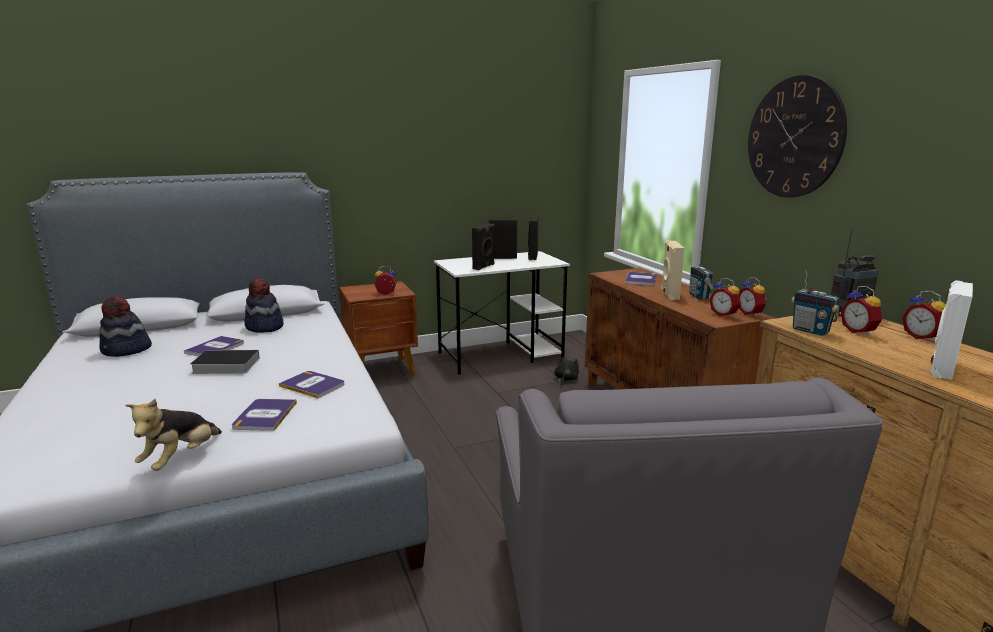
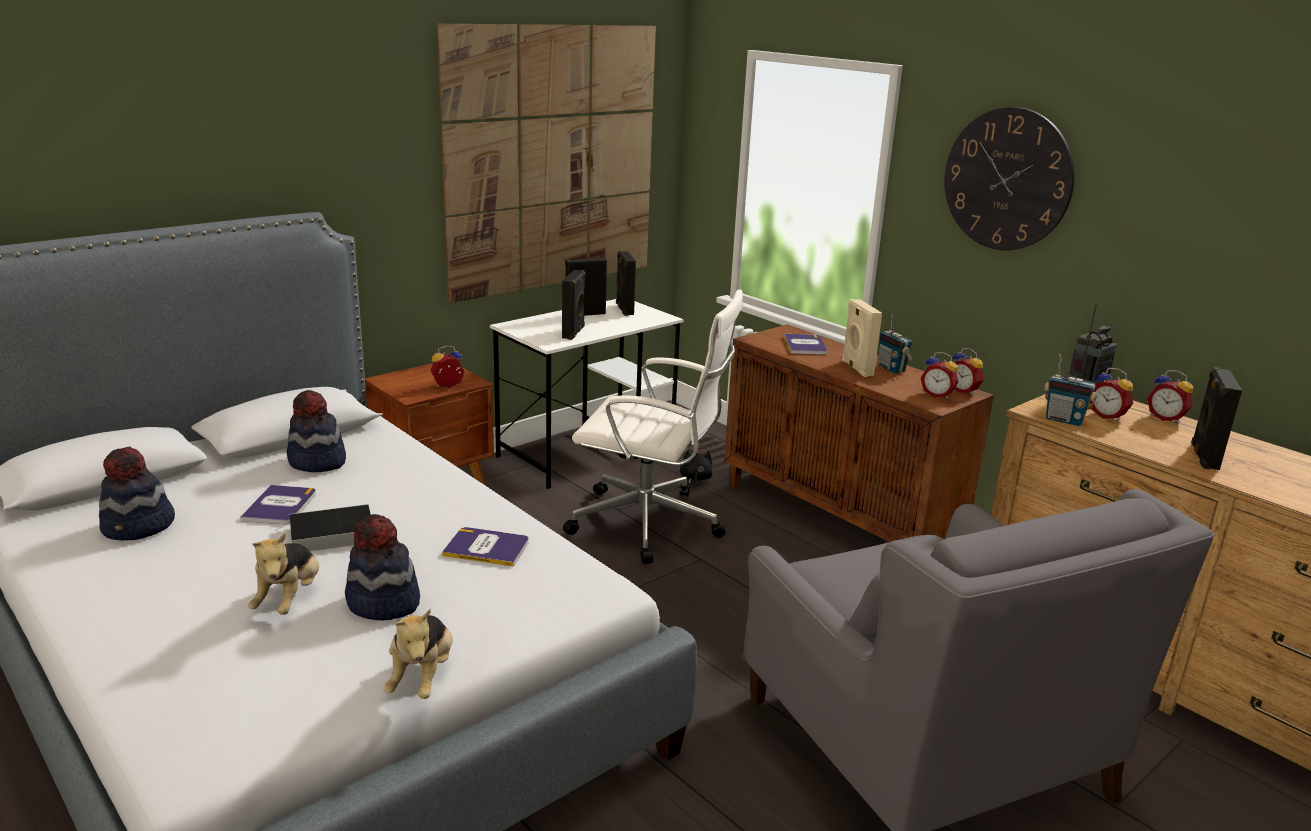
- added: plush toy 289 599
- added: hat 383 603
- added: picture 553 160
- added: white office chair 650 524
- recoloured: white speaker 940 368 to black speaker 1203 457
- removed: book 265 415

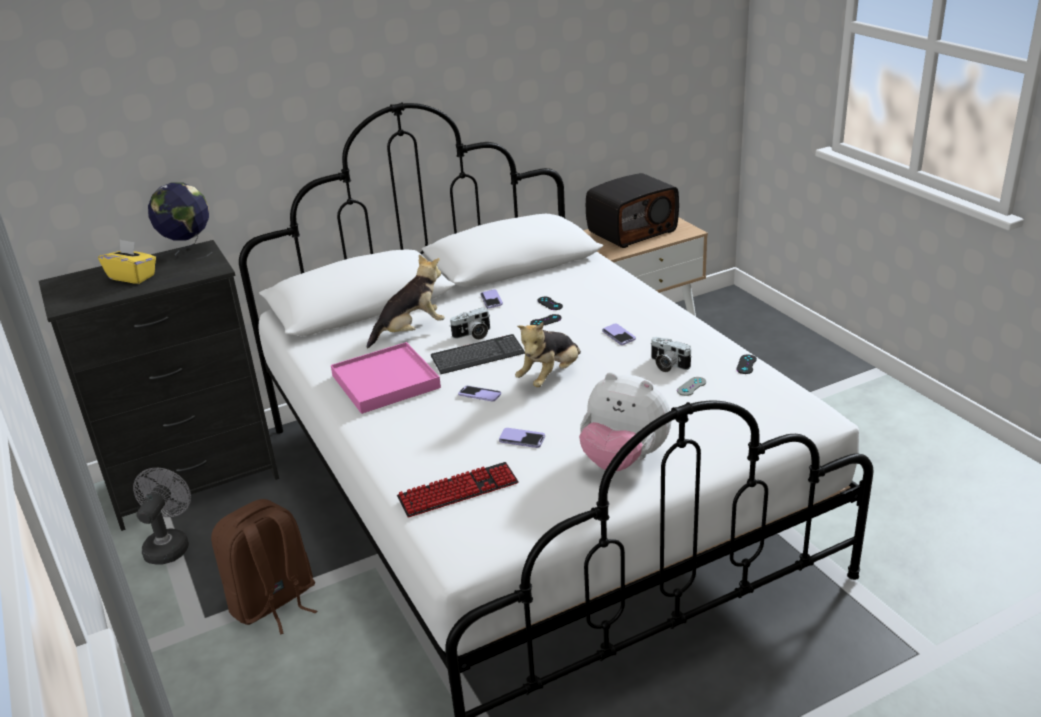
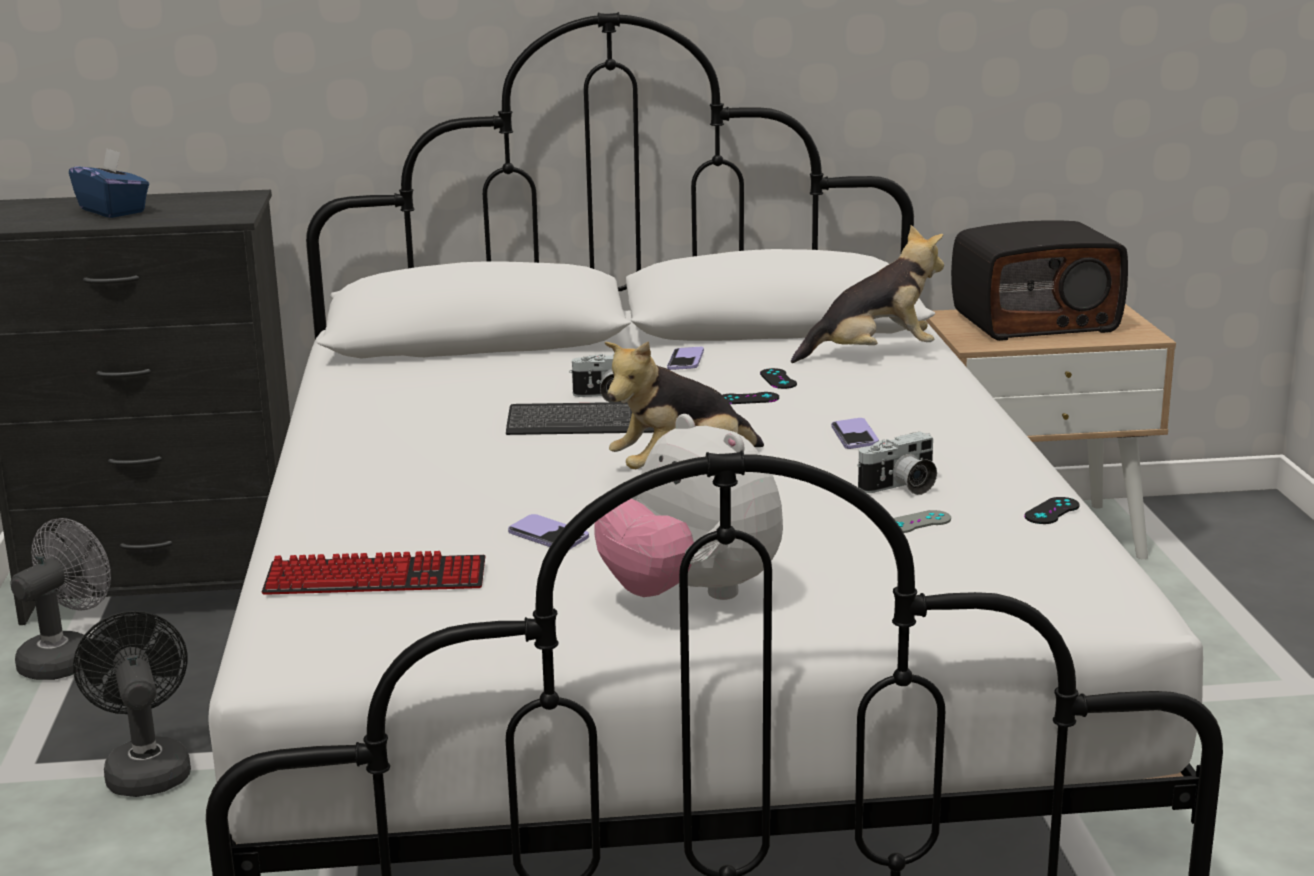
- recoloured: yellow tissue box 133 277 to blue tissue box 113 211
- replaced: brown backpack 273 602 to black fan 146 769
- moved: plush toy 411 331 to 873 355
- turned: photo camera 667 365 = 901 488 90 degrees counterclockwise
- removed: globe 188 252
- removed: pink tray 385 382
- removed: phone 479 395

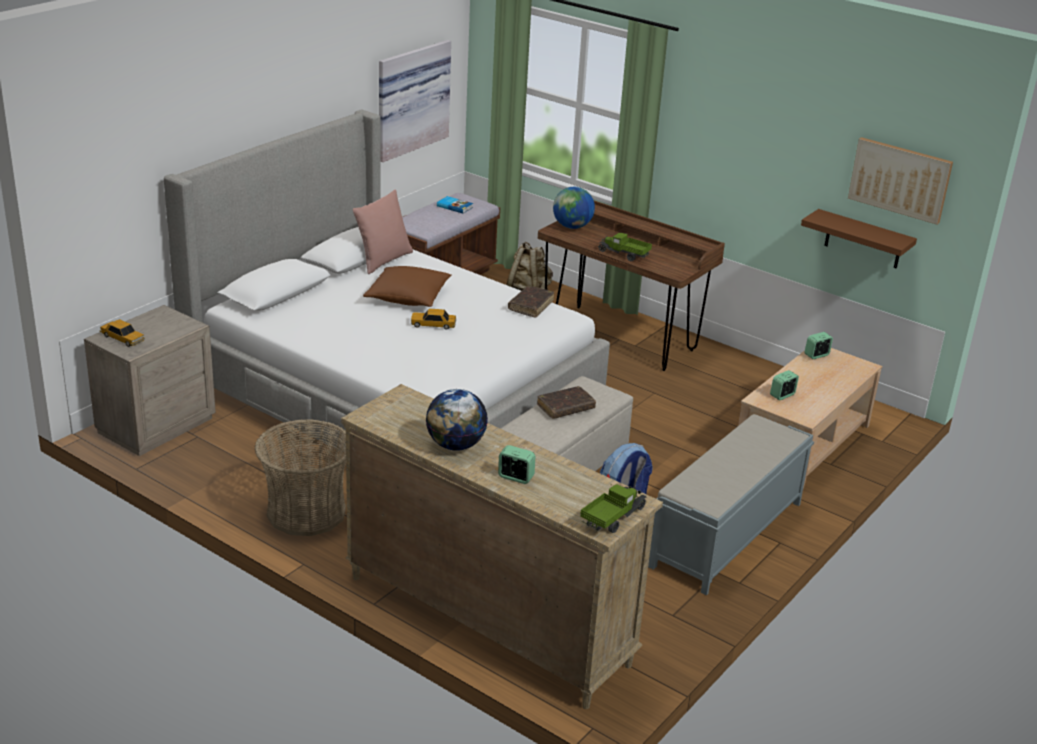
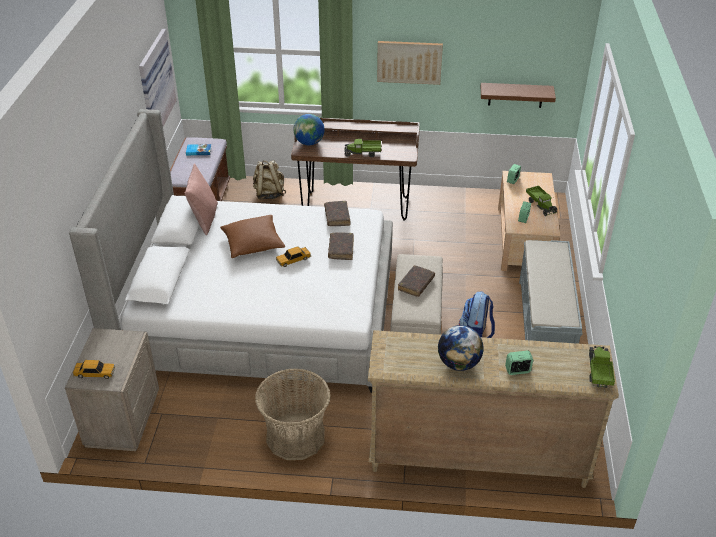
- added: brown book 341 249
- moved: picture 900 179 to 409 62
- added: toy truck 541 205

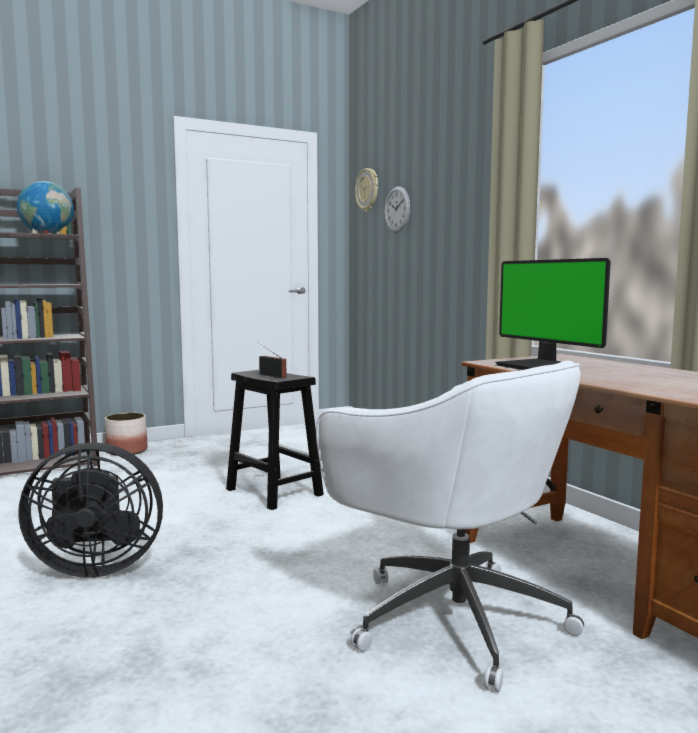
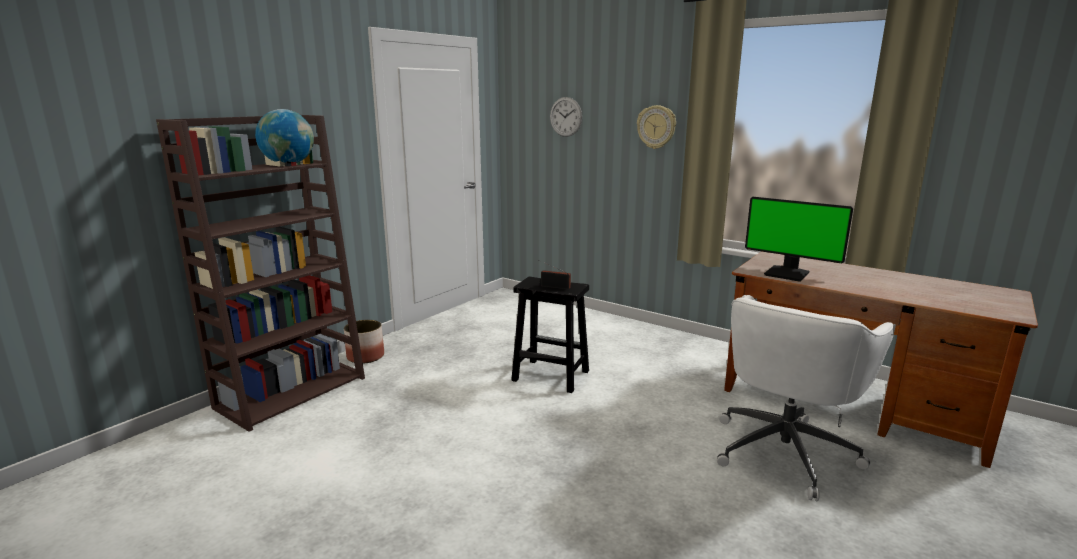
- moved: wall clock 367 190 to 656 127
- turned: white office chair 451 617 = 785 450 105 degrees clockwise
- removed: black fan 95 567

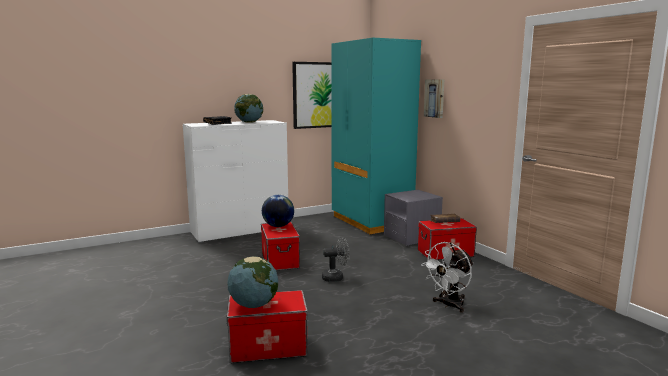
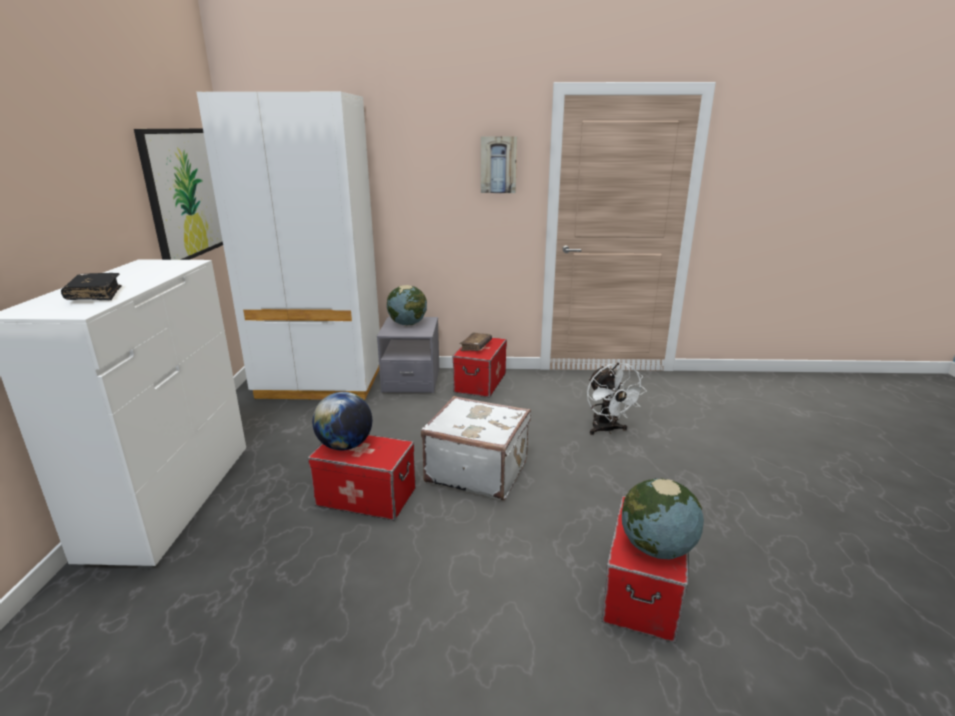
- recoloured: turquoise wardrobe 371 221 to white wardrobe 320 383
- moved: globe 249 122 to 408 324
- replaced: grey fan 336 277 to white suitcase 477 470
- moved: picture 435 98 to 498 165

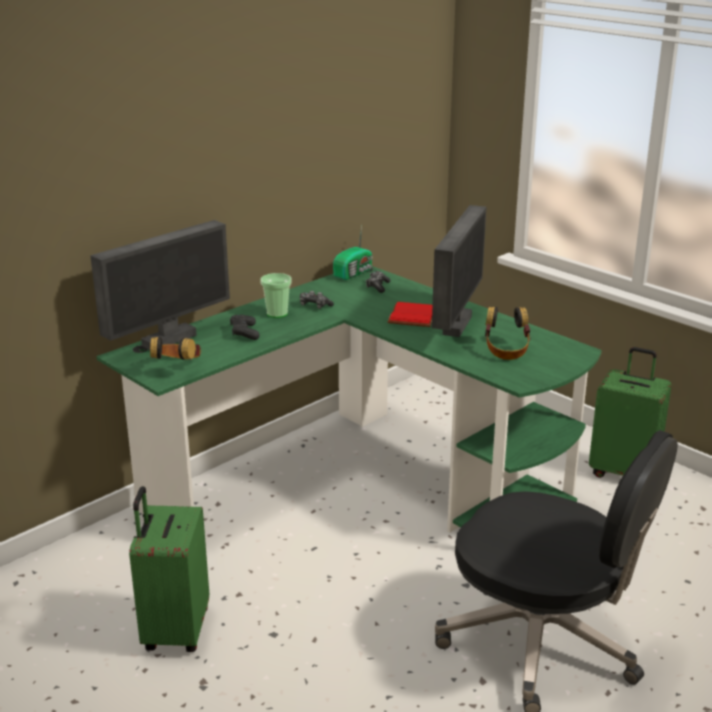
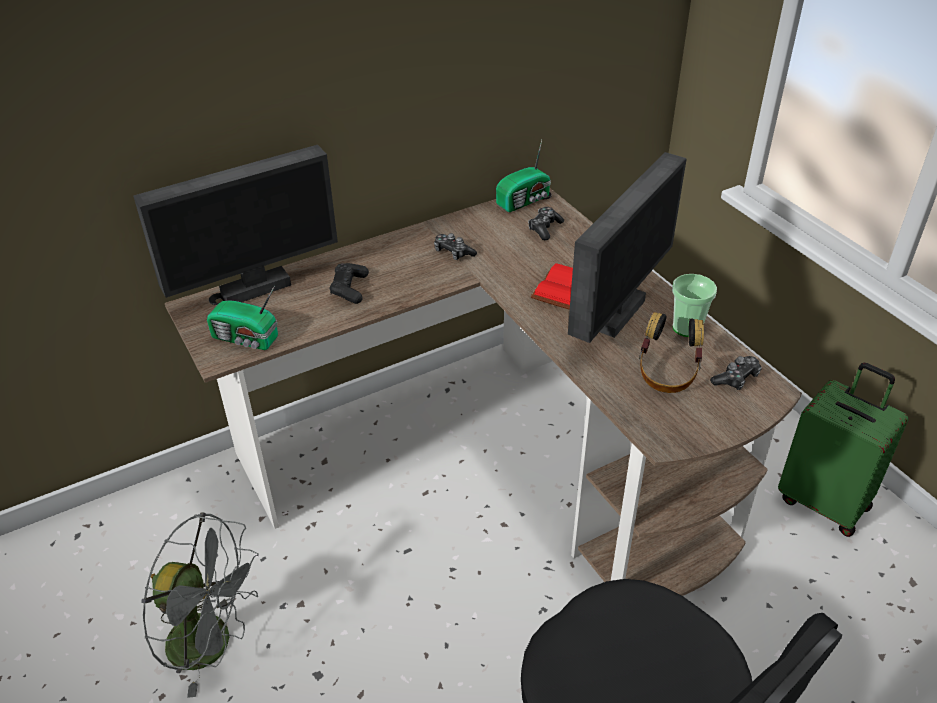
- replaced: green suitcase 174 630 to grey fan 213 643
- recoloured: green desk 362 481 to brown desk 496 458
- replaced: headphones 178 367 to radio 246 339
- moved: cup 277 313 to 686 328
- added: game controller 736 378

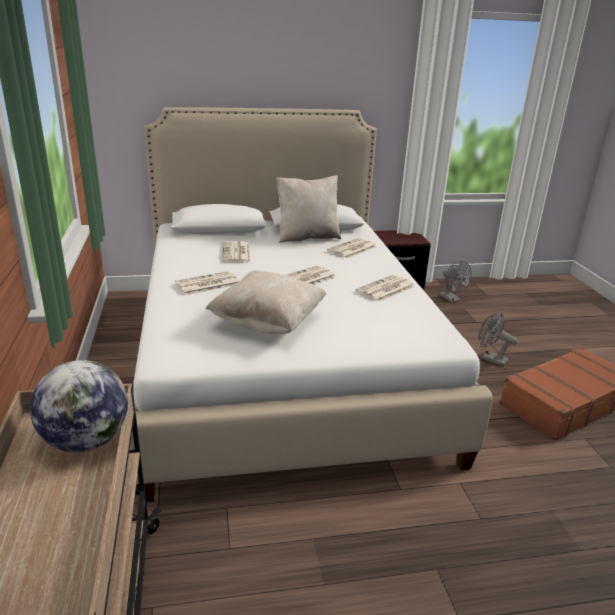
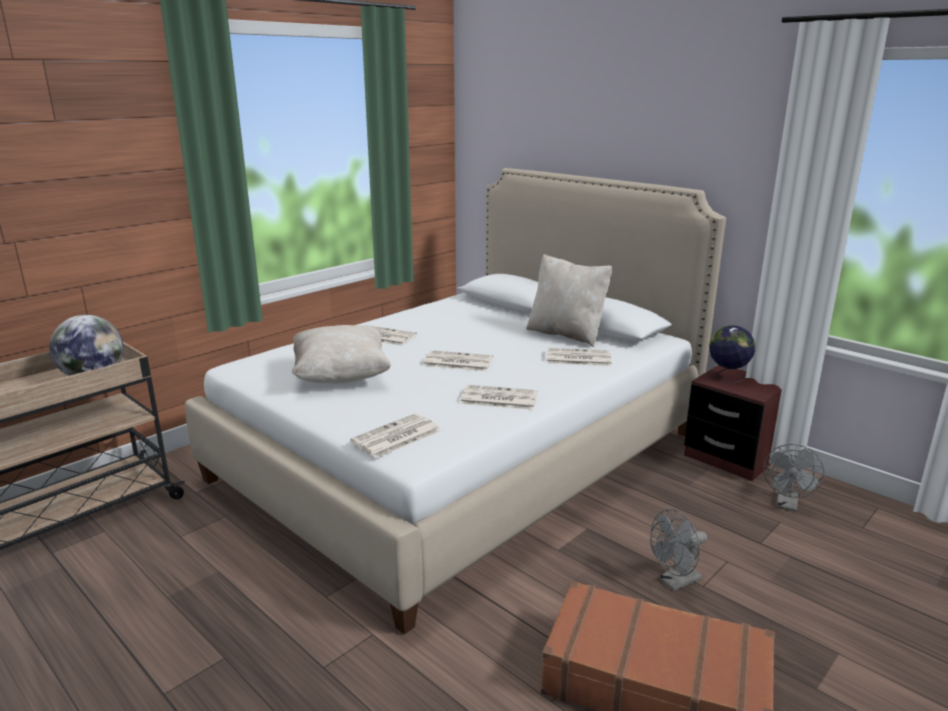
- moved: newspaper 236 253 to 396 437
- turned: grey fan 490 359 = 675 582 120 degrees counterclockwise
- added: globe 727 378

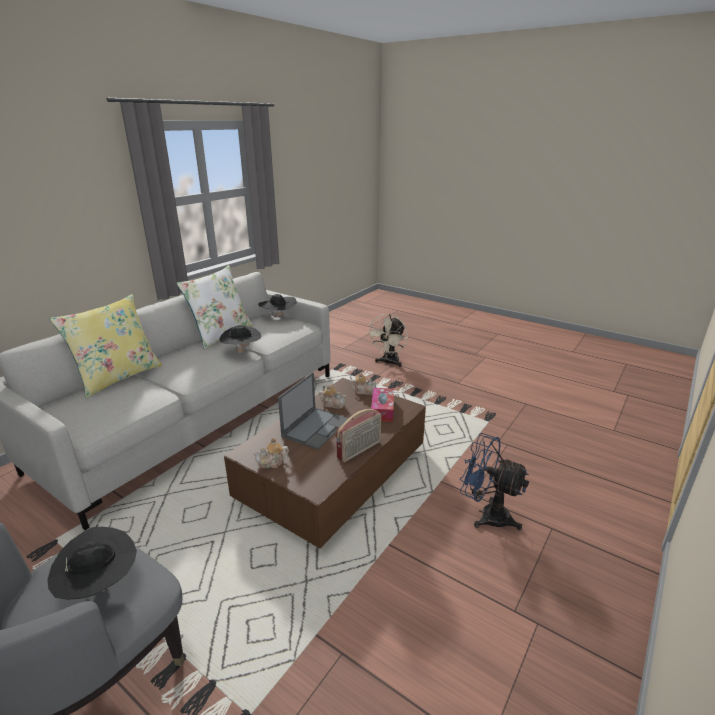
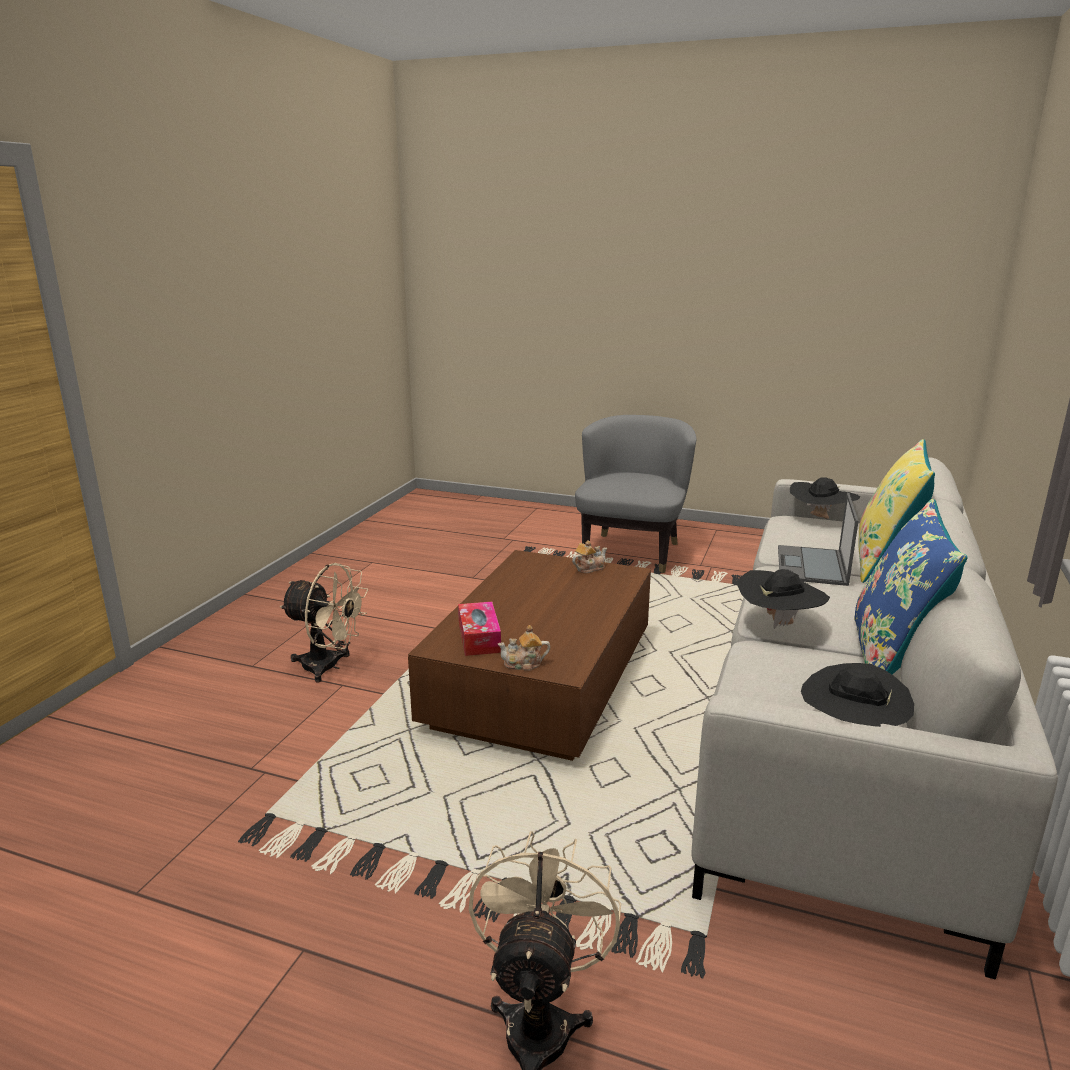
- recoloured: blue fan 487 515 to beige fan 329 667
- moved: laptop 316 427 to 812 566
- moved: black hat 101 585 to 820 519
- recoloured: white pillow 221 334 to blue pillow 892 657
- removed: teapot 333 404
- removed: radio 359 450

